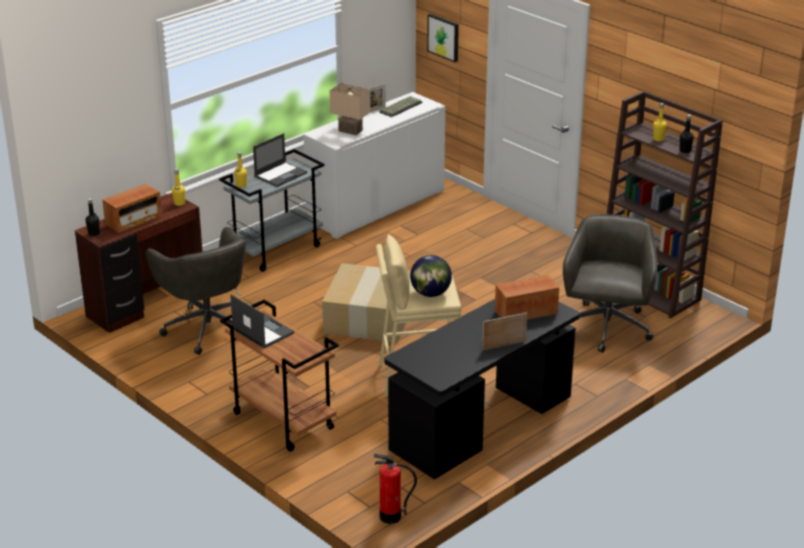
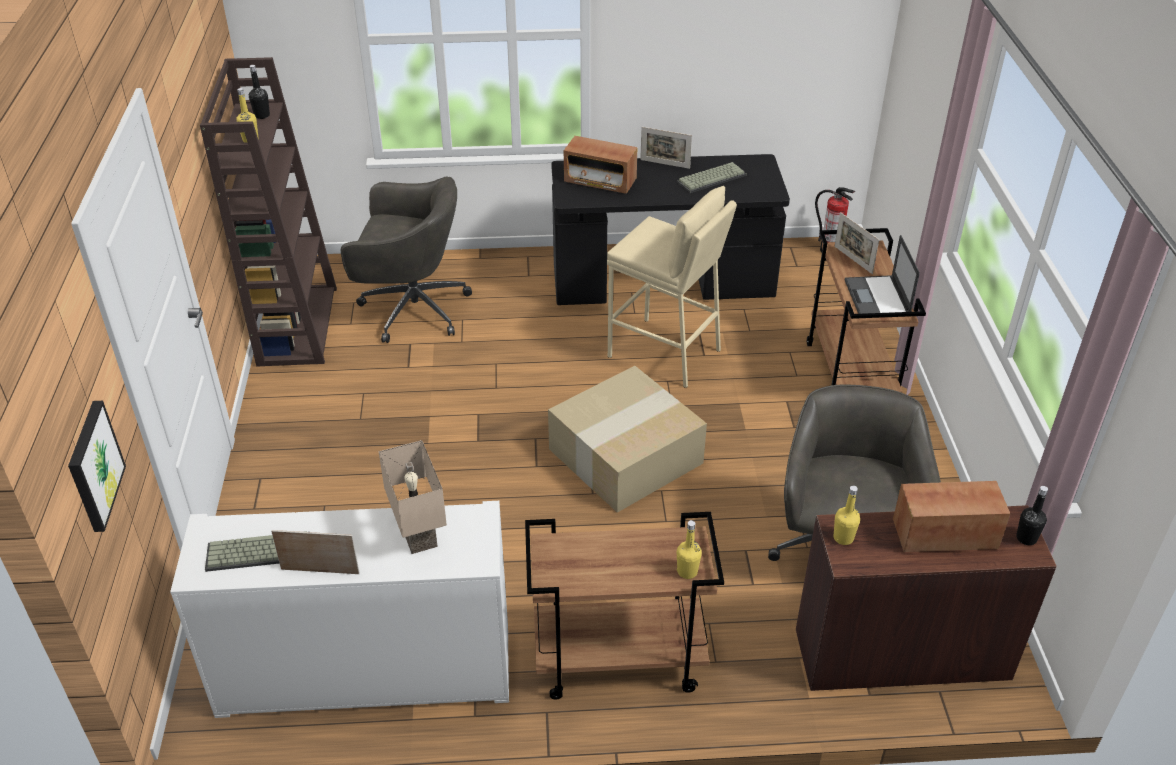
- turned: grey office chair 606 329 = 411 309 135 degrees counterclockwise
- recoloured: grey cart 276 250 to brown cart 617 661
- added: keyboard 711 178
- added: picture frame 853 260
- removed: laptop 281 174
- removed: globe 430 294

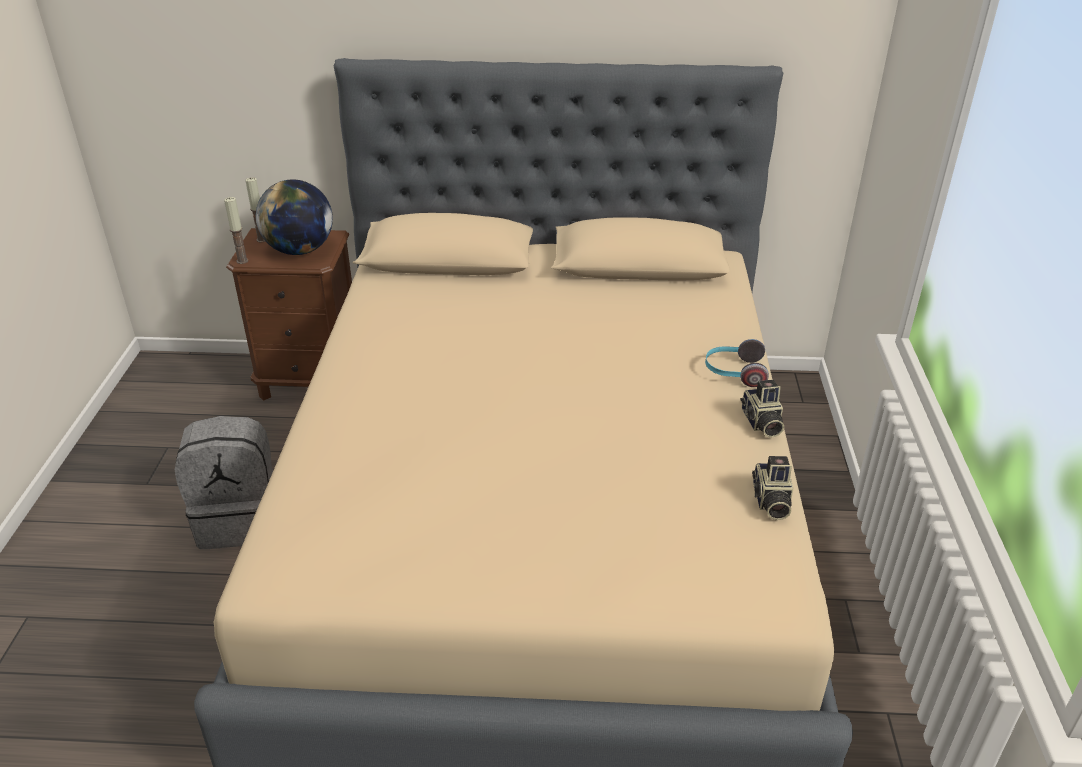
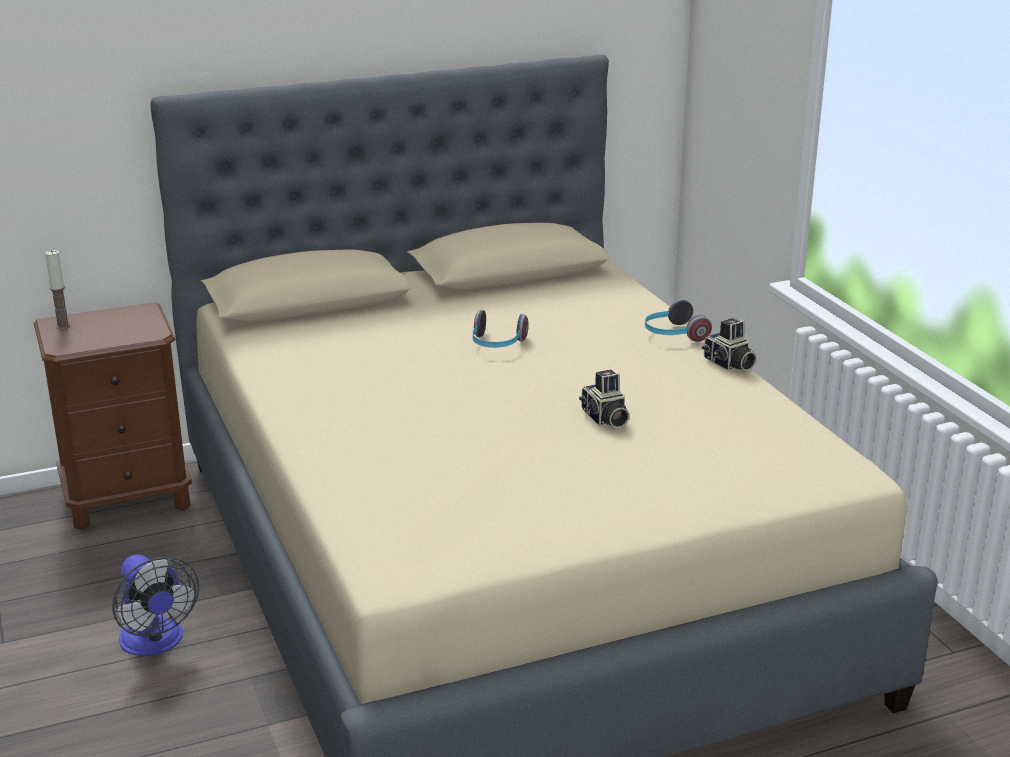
- replaced: grey backpack 241 520 to fan 155 643
- added: headphones 497 345
- moved: photo camera 770 502 to 604 419
- removed: candle 242 261
- removed: globe 300 250

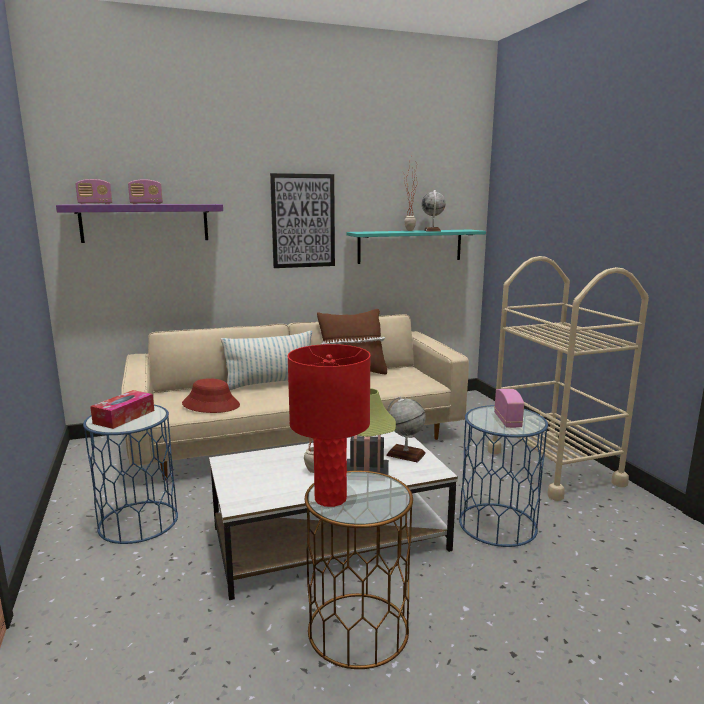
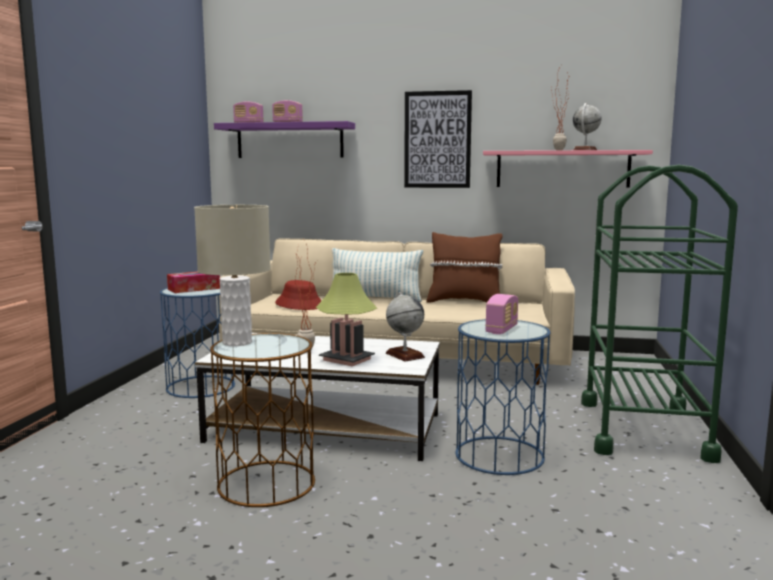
- recoloured: red table lamp 331 499 to beige table lamp 237 342
- recoloured: turquoise shelf 410 246 to pink shelf 562 169
- recoloured: beige cart 553 467 to green cart 643 429

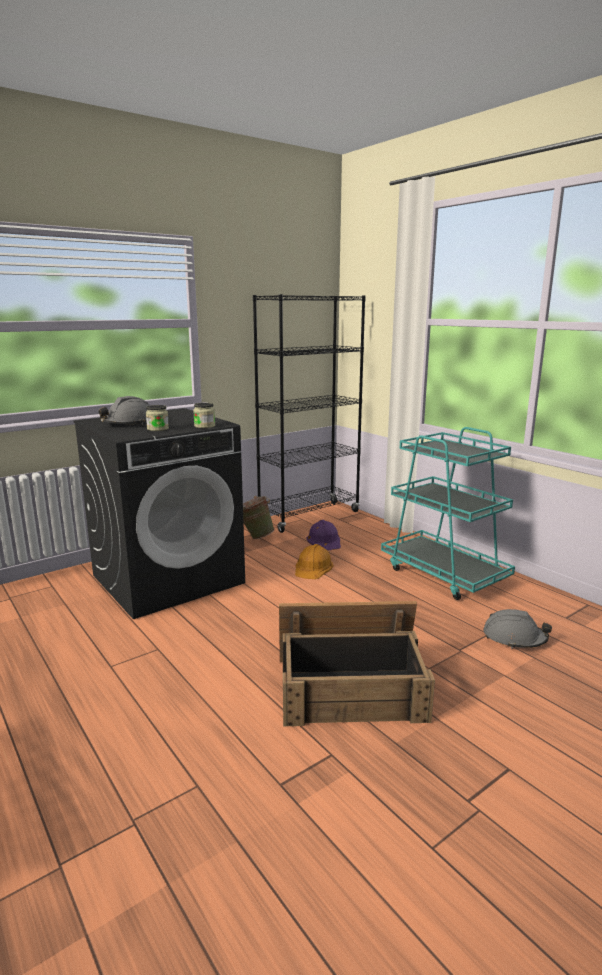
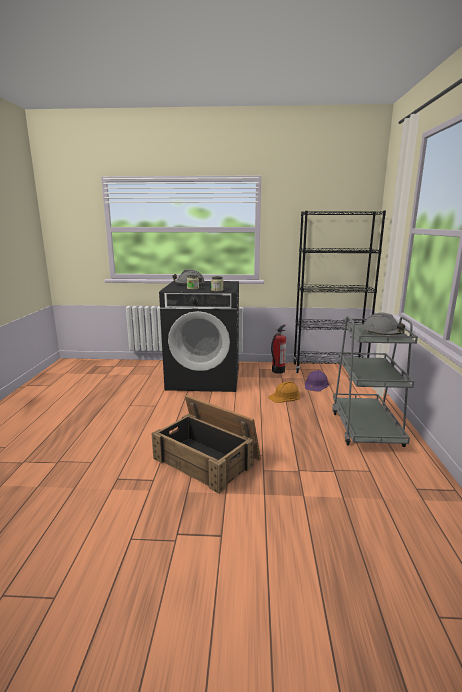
- replaced: green bucket 254 537 to fire extinguisher 278 371
- recoloured: turquoise cart 444 574 to grey cart 365 428
- moved: grey hard hat 514 638 to 382 333

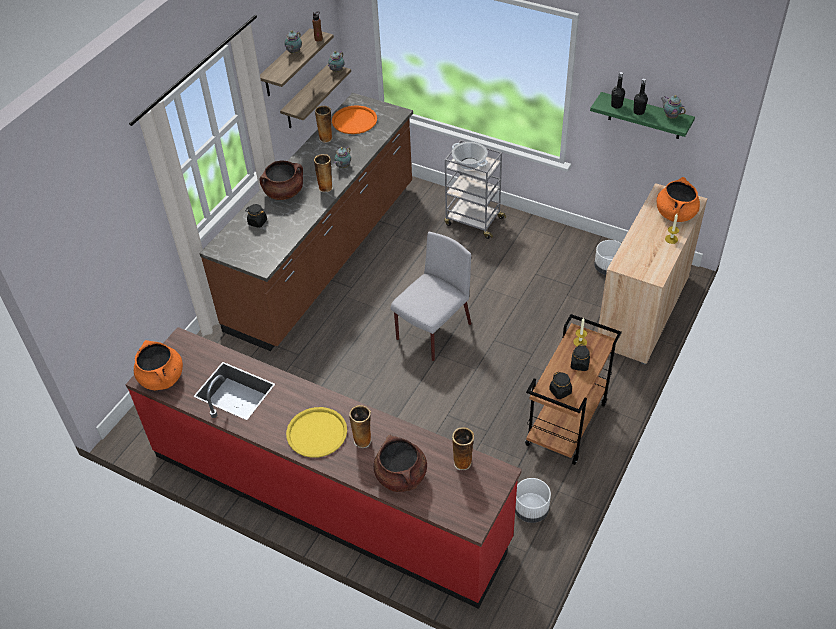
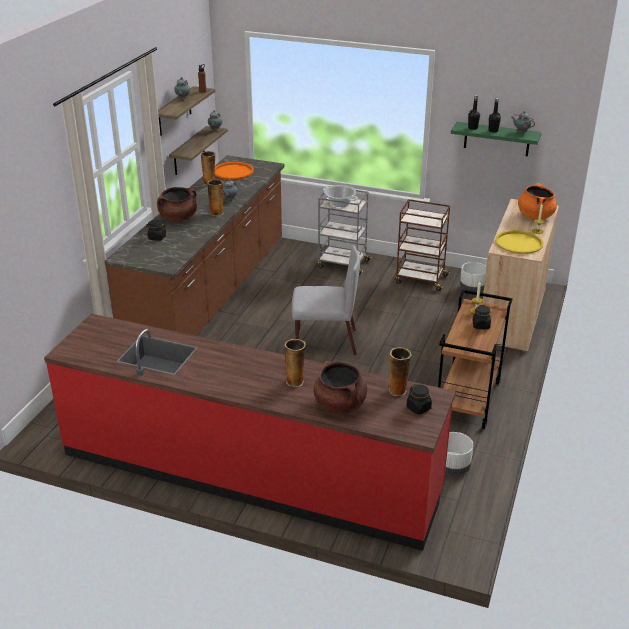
- turned: grey chair 433 332 = 324 342 60 degrees clockwise
- added: brown cart 420 279
- moved: black jar 560 391 to 418 408
- moved: yellow tray 317 433 to 519 243
- removed: orange cooking pot 162 378

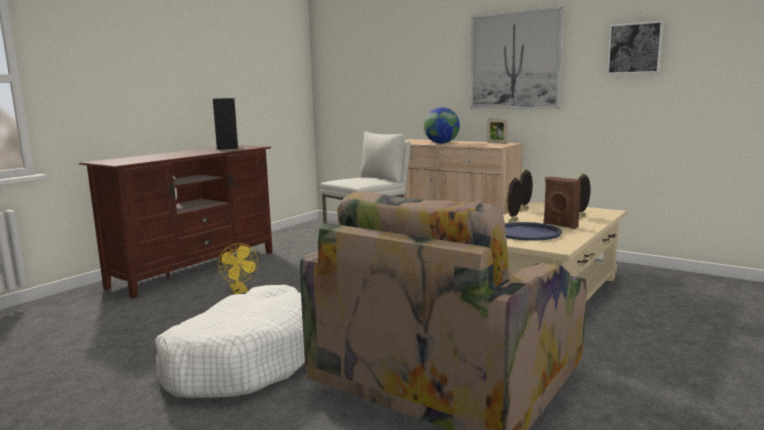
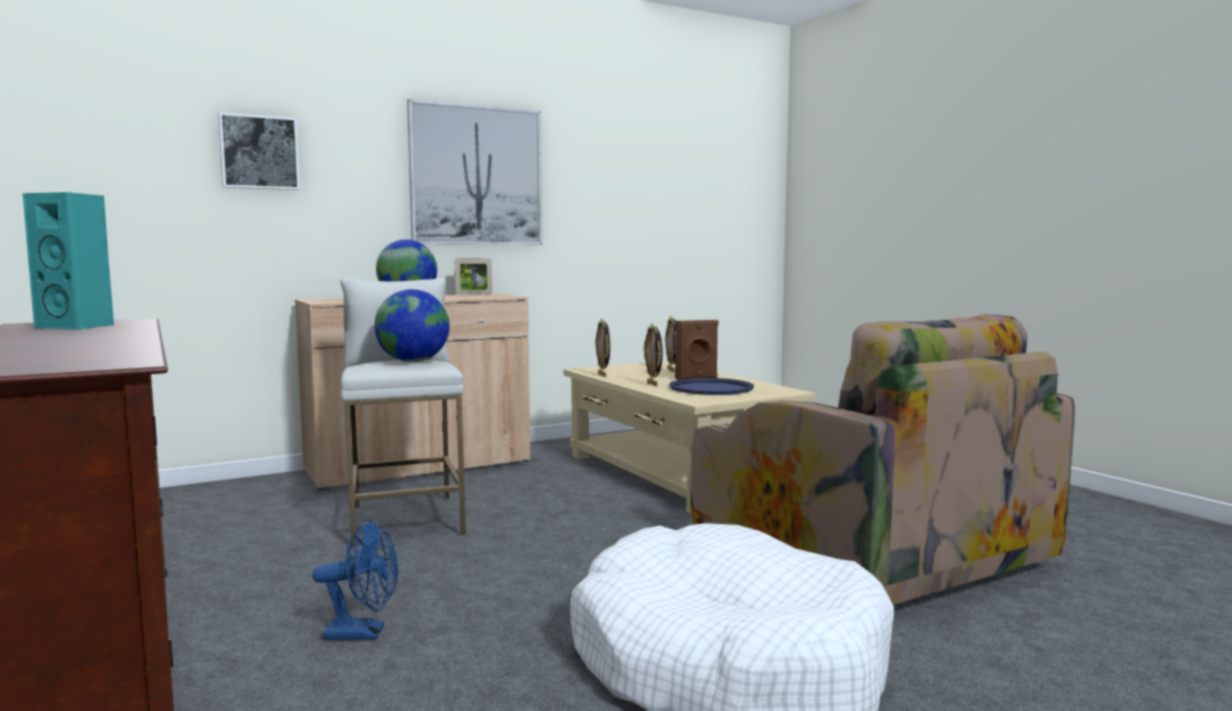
- recoloured: black speaker 227 148 to turquoise speaker 78 327
- moved: picture 635 48 to 259 152
- recoloured: yellow fan 240 291 to blue fan 364 633
- added: globe 413 362

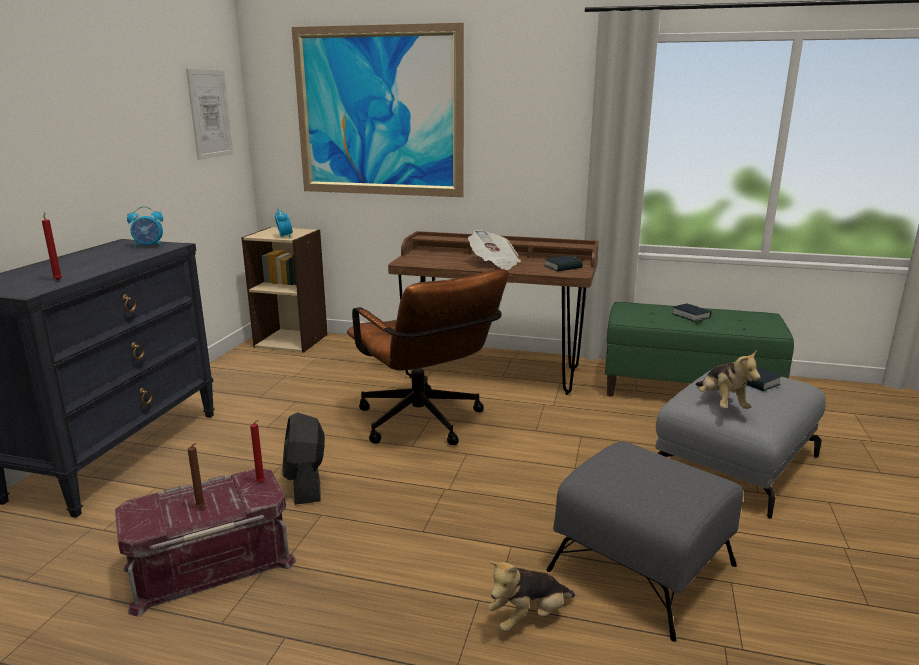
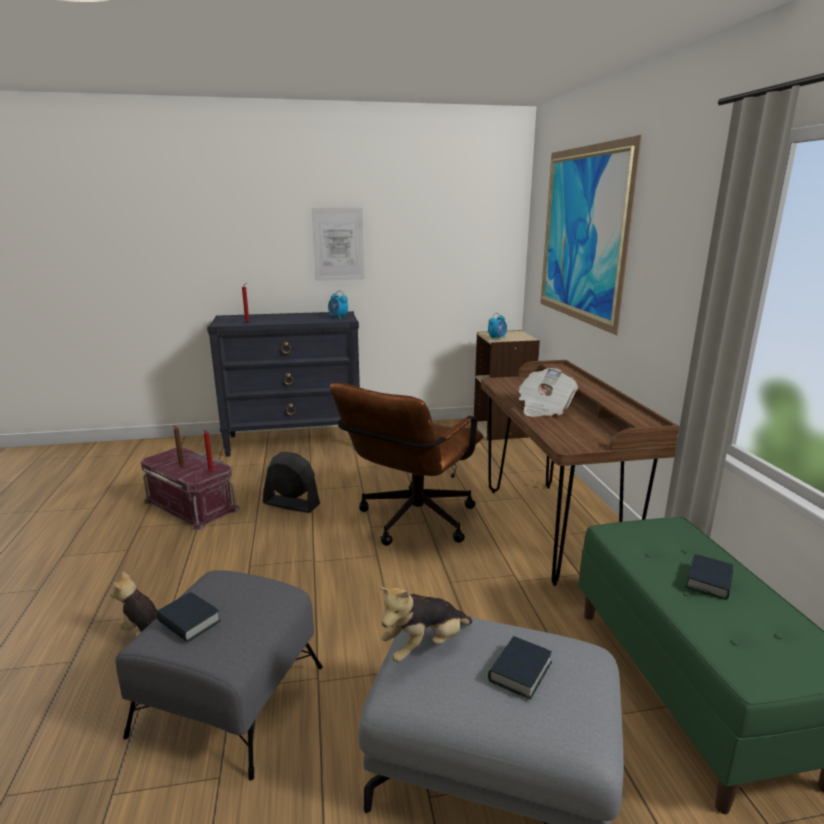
- moved: book 563 267 to 189 622
- turned: black fan 305 483 = 291 504 60 degrees clockwise
- moved: picture 210 114 to 338 244

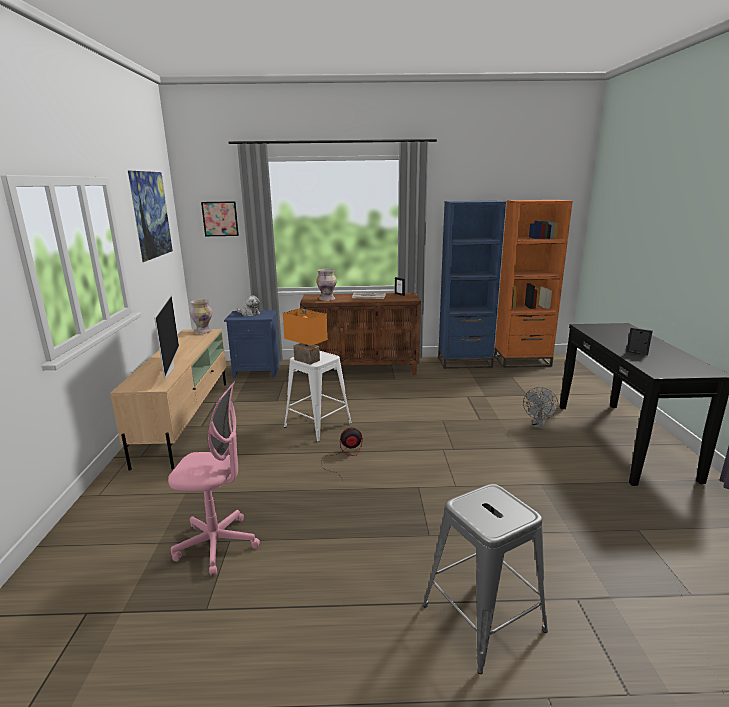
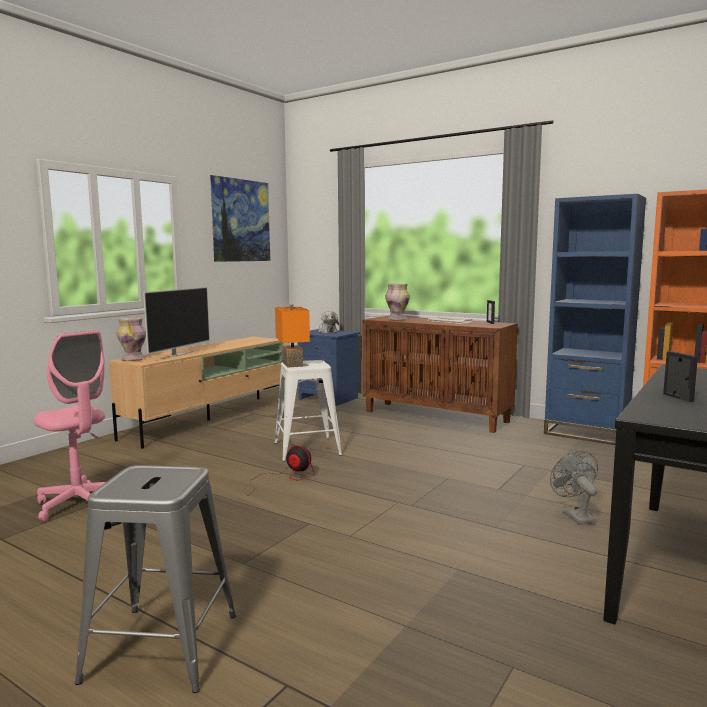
- moved: vase 203 331 to 133 359
- turned: grey fan 538 425 = 575 516 105 degrees clockwise
- removed: picture 220 219

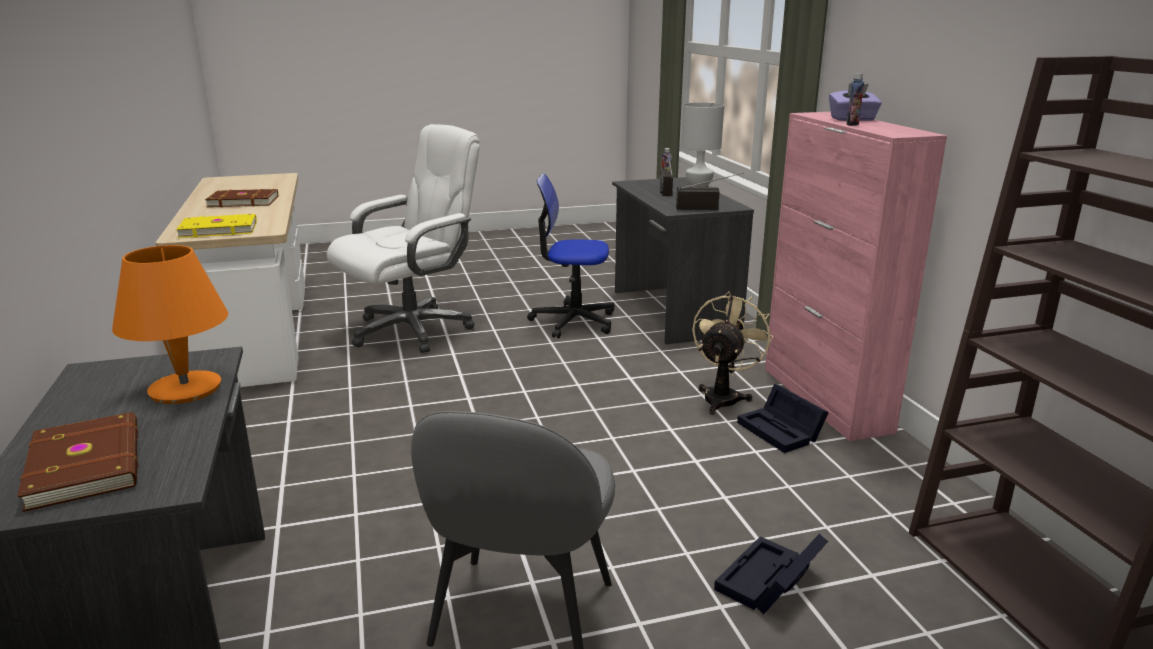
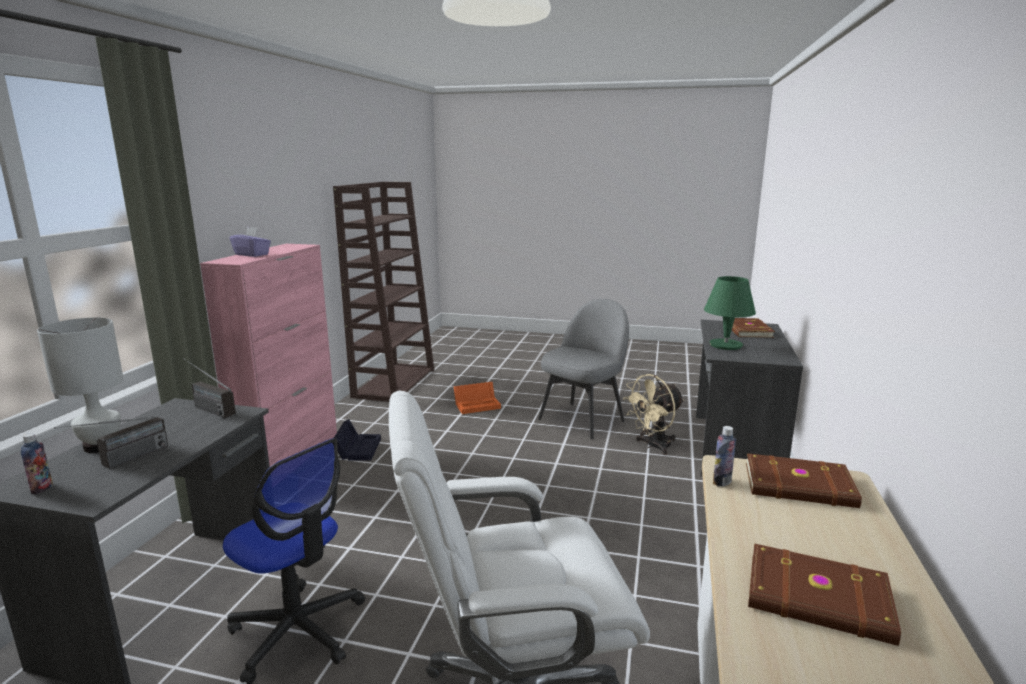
- recoloured: black storage box 768 583 to orange storage box 478 405
- moved: beige fan 723 396 to 653 446
- recoloured: orange table lamp 186 389 to green table lamp 725 345
- moved: bottle 852 124 to 722 482
- recoloured: yellow book 218 229 to brown book 800 486

